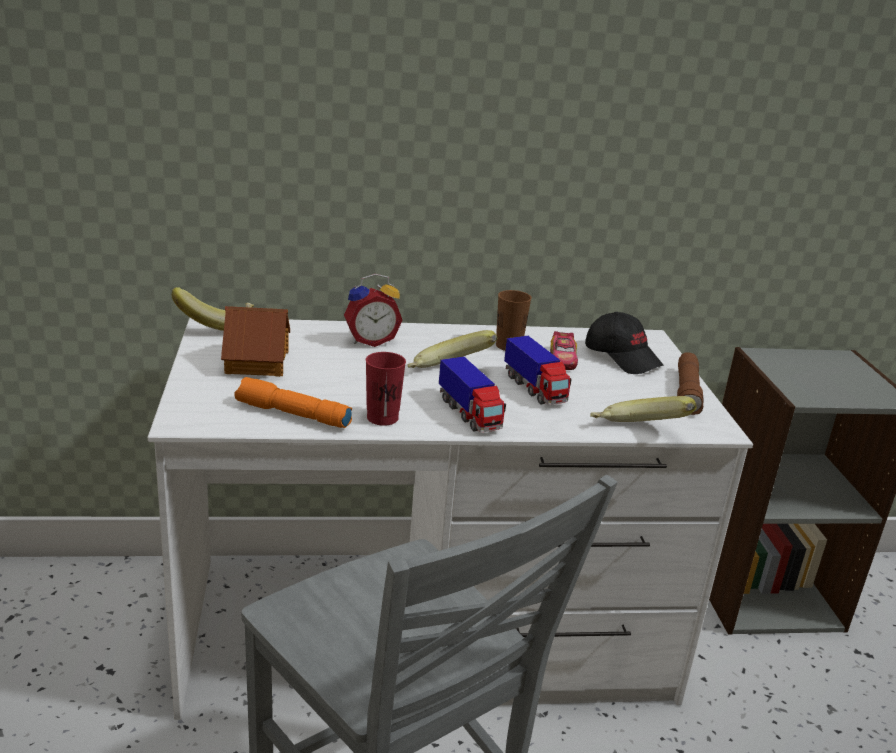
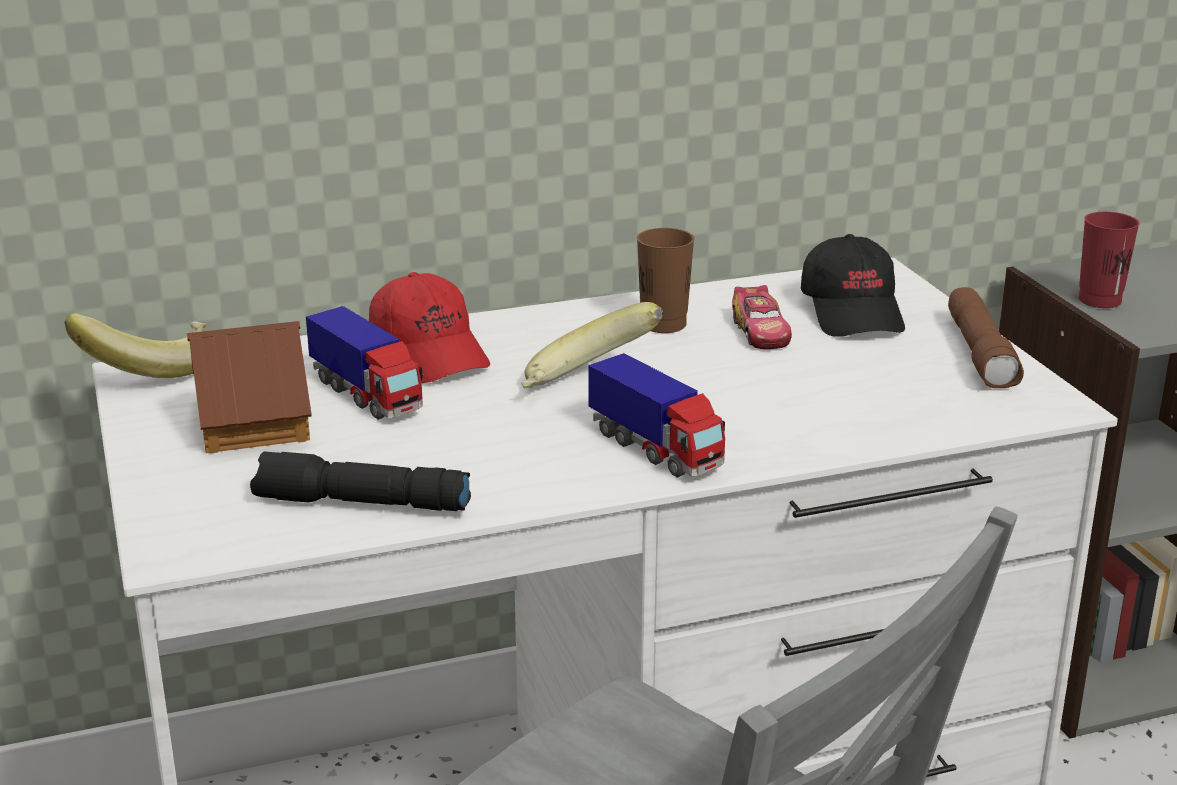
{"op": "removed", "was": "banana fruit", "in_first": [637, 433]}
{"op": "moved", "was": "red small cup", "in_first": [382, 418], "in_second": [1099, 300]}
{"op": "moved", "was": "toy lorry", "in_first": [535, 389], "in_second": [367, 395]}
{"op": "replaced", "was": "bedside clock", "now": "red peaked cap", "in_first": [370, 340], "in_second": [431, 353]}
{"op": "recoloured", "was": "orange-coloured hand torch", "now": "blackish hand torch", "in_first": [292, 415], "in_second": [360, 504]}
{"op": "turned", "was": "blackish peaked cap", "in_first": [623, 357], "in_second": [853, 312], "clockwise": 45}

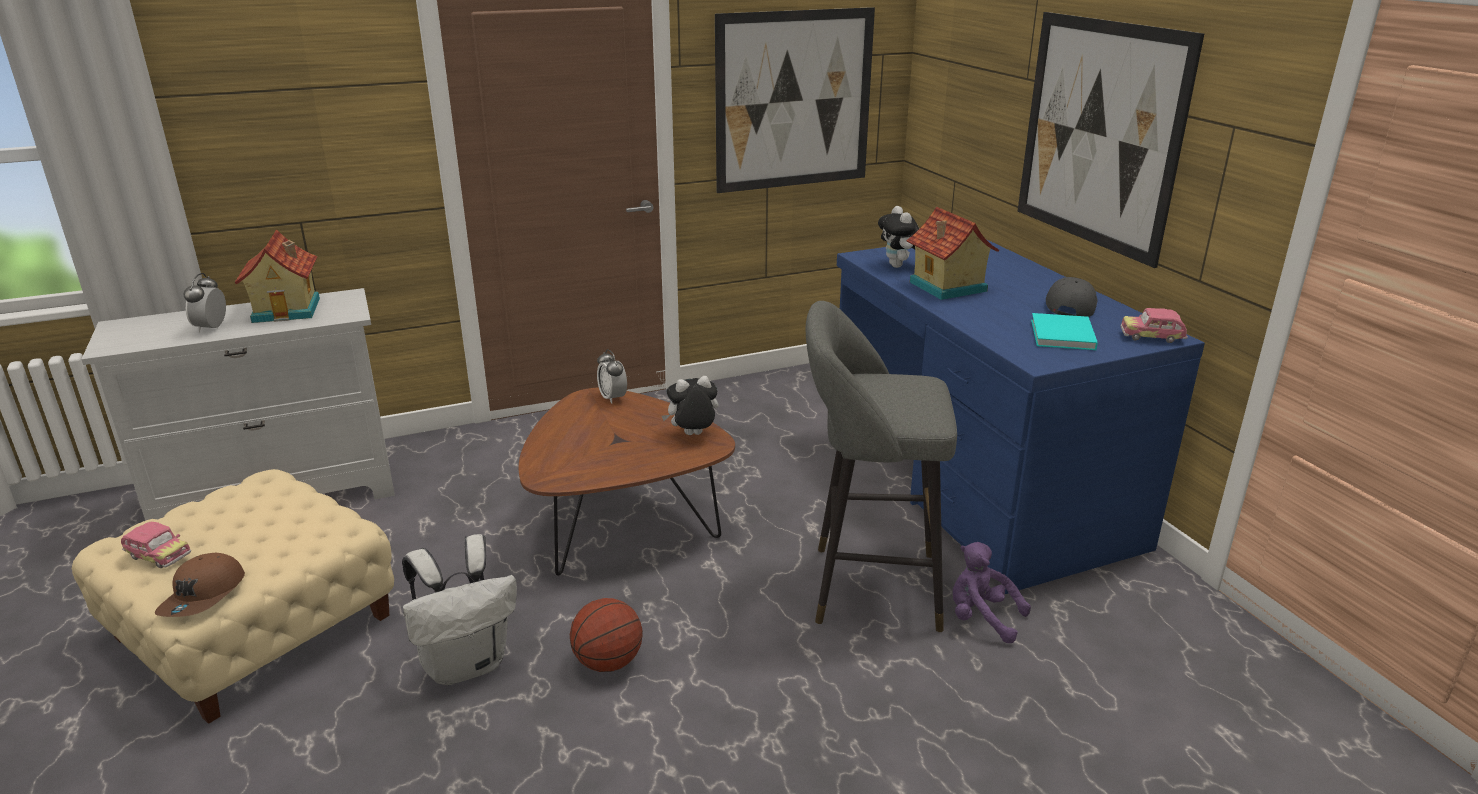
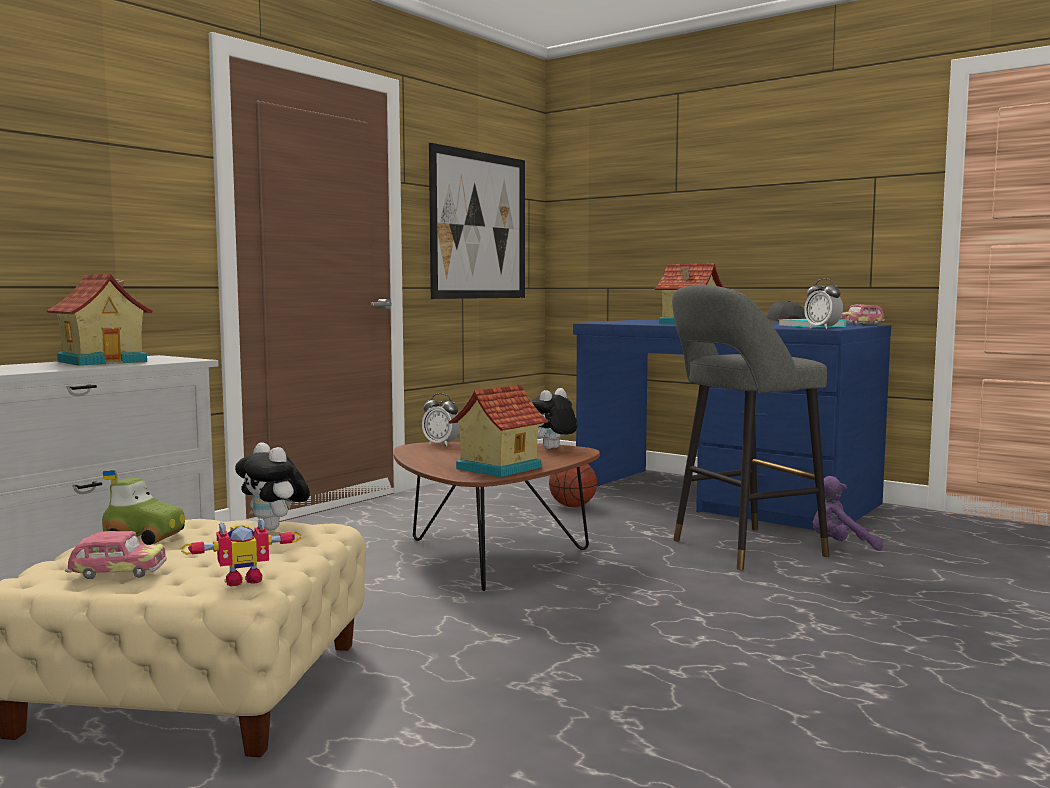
{"op": "removed", "was": "white rucksack", "in_first": [467, 663]}
{"op": "removed", "was": "picture", "in_first": [1099, 134]}
{"op": "added", "now": "model car", "in_second": [146, 537]}
{"op": "added", "now": "toy house", "in_second": [496, 468]}
{"op": "moved", "was": "bedside clock", "in_first": [211, 328], "in_second": [822, 328]}
{"op": "moved", "was": "basketball ball", "in_first": [608, 662], "in_second": [572, 506]}
{"op": "moved", "was": "plush toy", "in_first": [899, 266], "in_second": [275, 528]}
{"op": "replaced", "was": "brownish peaked cap", "now": "toy robot", "in_first": [204, 596], "in_second": [243, 579]}

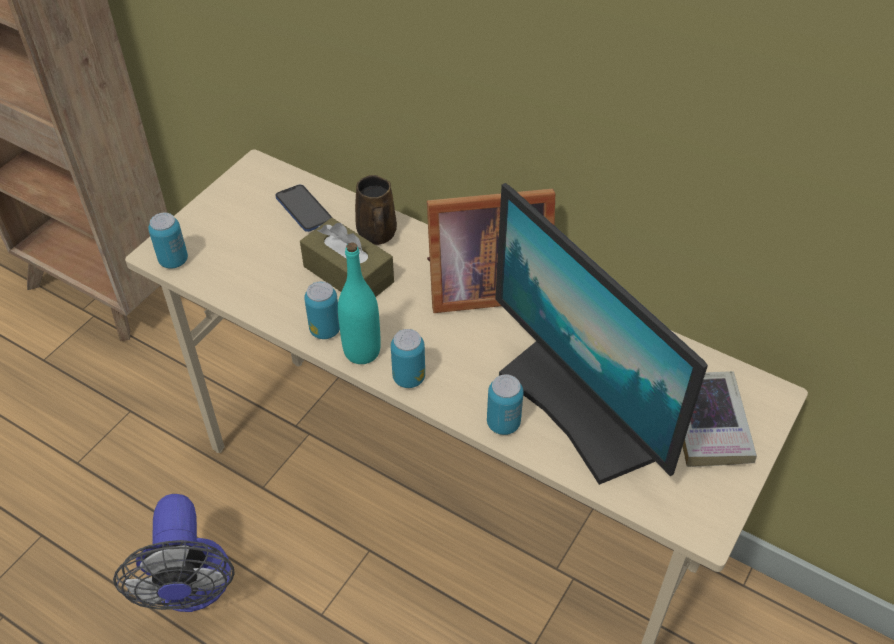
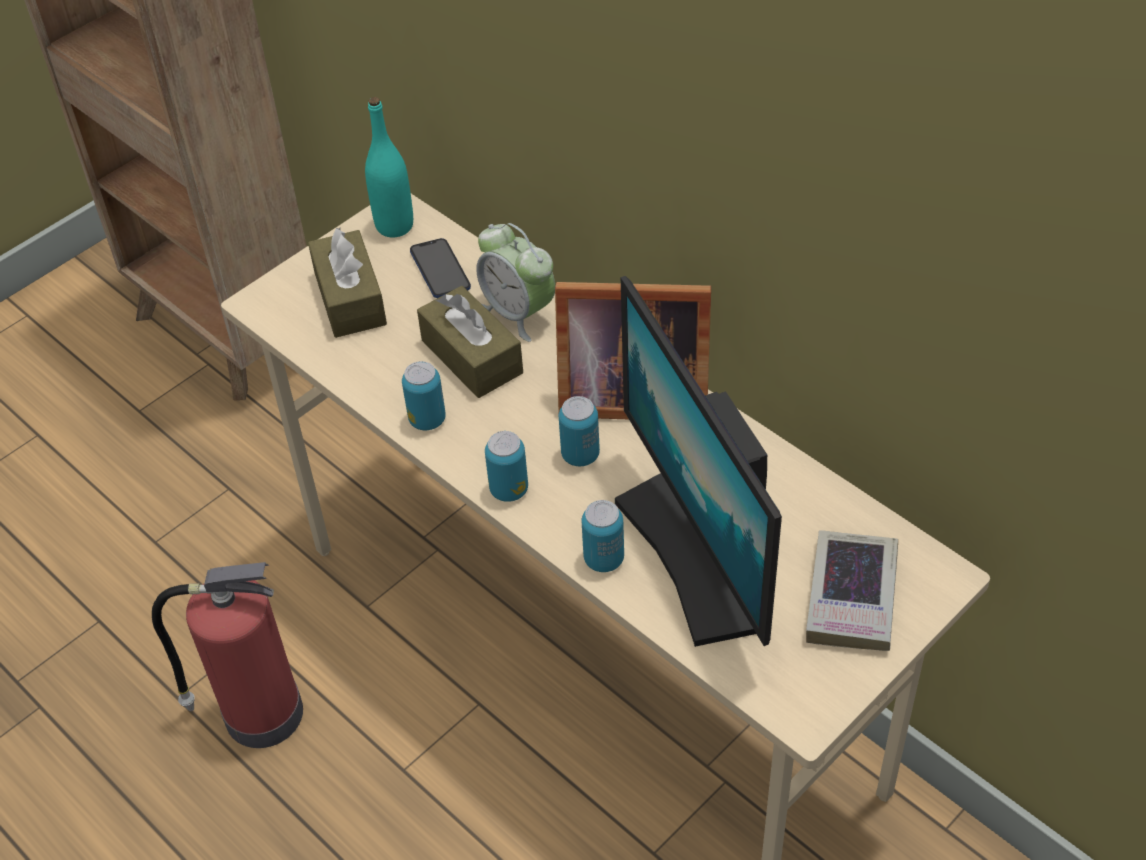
{"op": "added", "now": "brownish tissue box", "in_second": [350, 298]}
{"op": "moved", "was": "sealed can", "in_first": [173, 260], "in_second": [580, 455]}
{"op": "moved", "was": "blue-green drink bottle", "in_first": [362, 351], "in_second": [394, 226]}
{"op": "replaced", "was": "electric fan", "now": "fire-fighting cylinder", "in_first": [192, 589], "in_second": [259, 713]}
{"op": "replaced", "was": "brownish tea mug", "now": "bedside clock", "in_first": [377, 235], "in_second": [518, 313]}

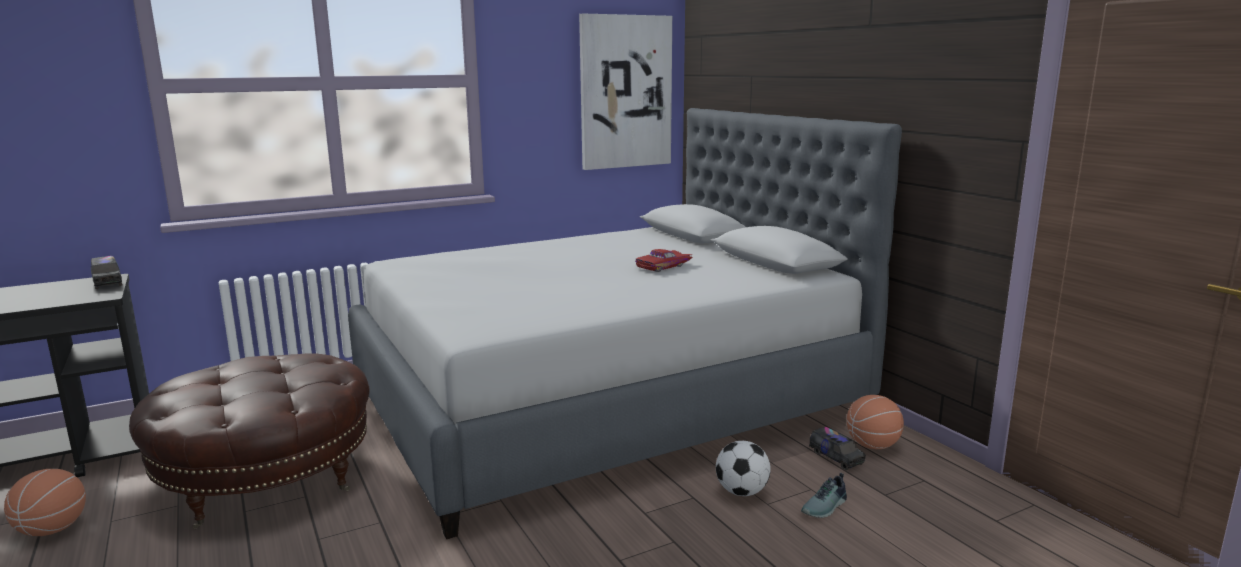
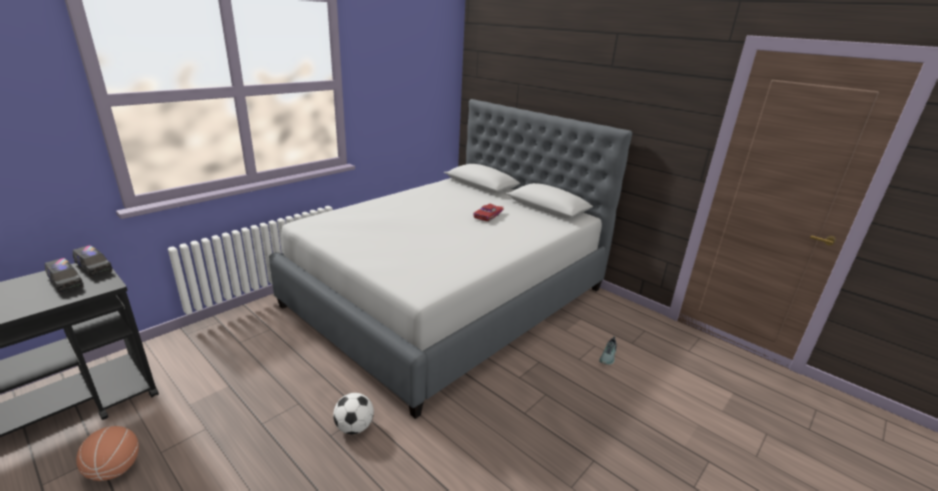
{"op": "removed", "was": "brownish ottoman", "in_first": [267, 478]}
{"op": "removed", "was": "picture", "in_first": [625, 92]}
{"op": "removed", "was": "basketball ball", "in_first": [873, 445]}
{"op": "moved", "was": "ball for football", "in_first": [742, 492], "in_second": [354, 427]}
{"op": "moved", "was": "toy lorry", "in_first": [836, 457], "in_second": [66, 283]}

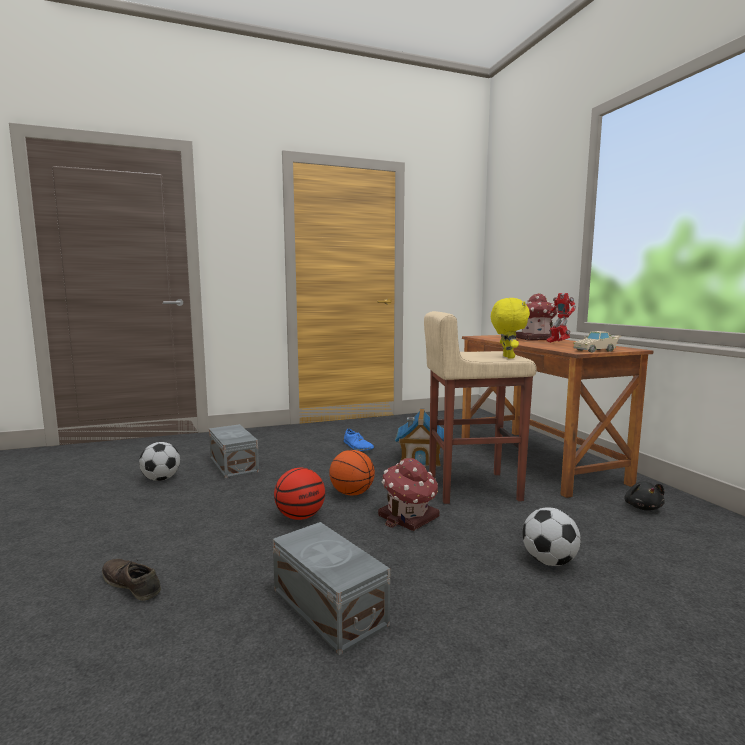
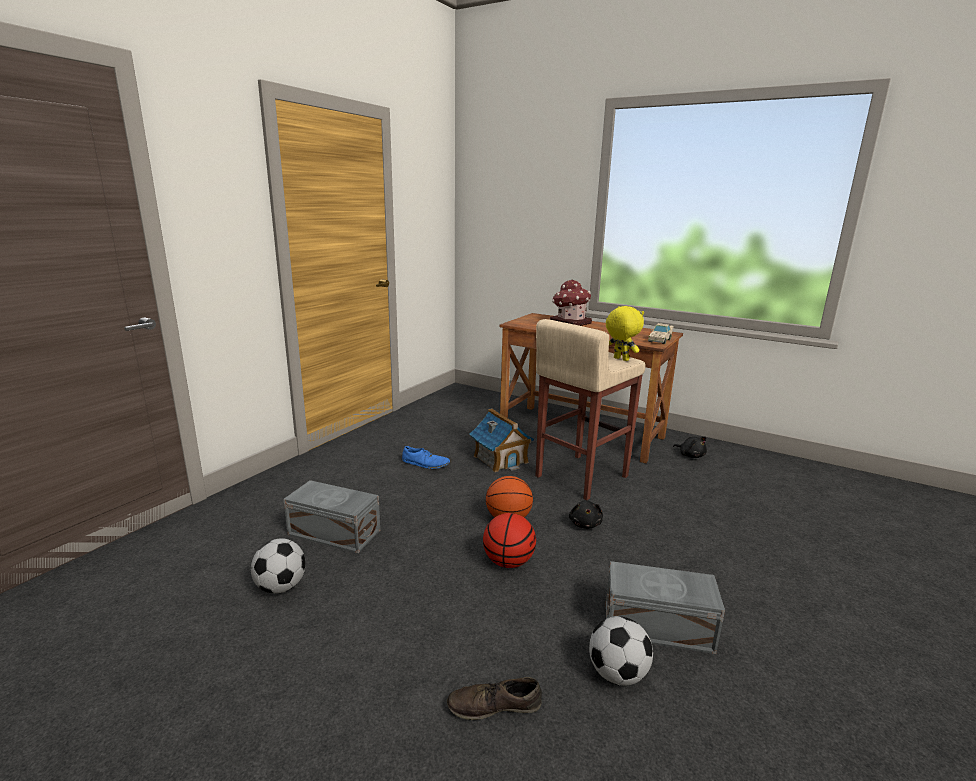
{"op": "removed", "was": "toy robot", "in_first": [557, 343]}
{"op": "moved", "was": "ball for football", "in_first": [549, 561], "in_second": [618, 674]}
{"op": "replaced", "was": "toy house", "now": "blackish plush toy", "in_first": [409, 517], "in_second": [585, 524]}

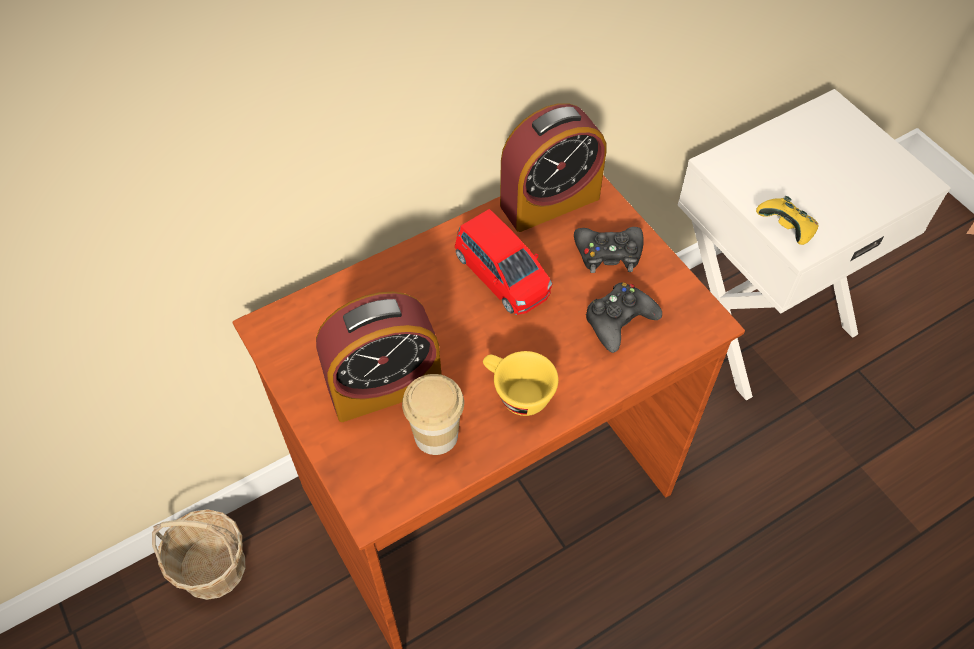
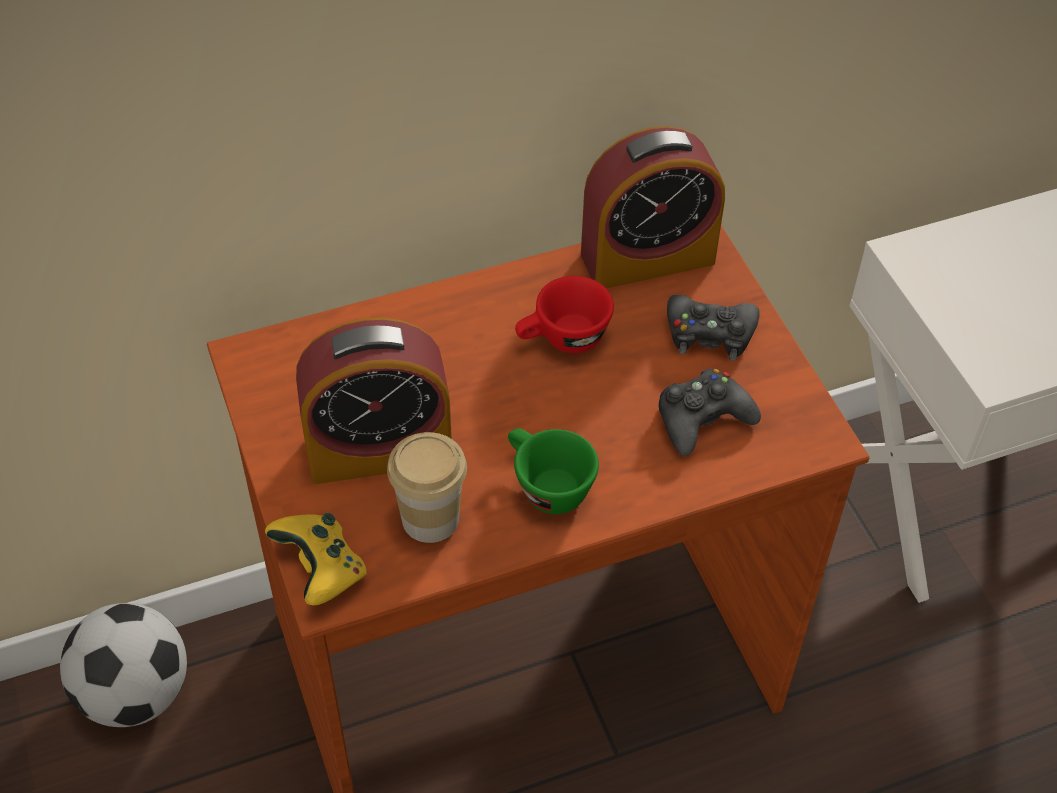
{"op": "moved", "was": "yellow-coloured gamepad", "in_first": [786, 229], "in_second": [321, 571]}
{"op": "replaced", "was": "basket", "now": "ball for football", "in_first": [212, 566], "in_second": [135, 693]}
{"op": "replaced", "was": "red model car", "now": "red small cup", "in_first": [502, 275], "in_second": [563, 340]}
{"op": "recoloured", "was": "yellow-coloured small cup", "now": "green small cup", "in_first": [516, 393], "in_second": [545, 486]}

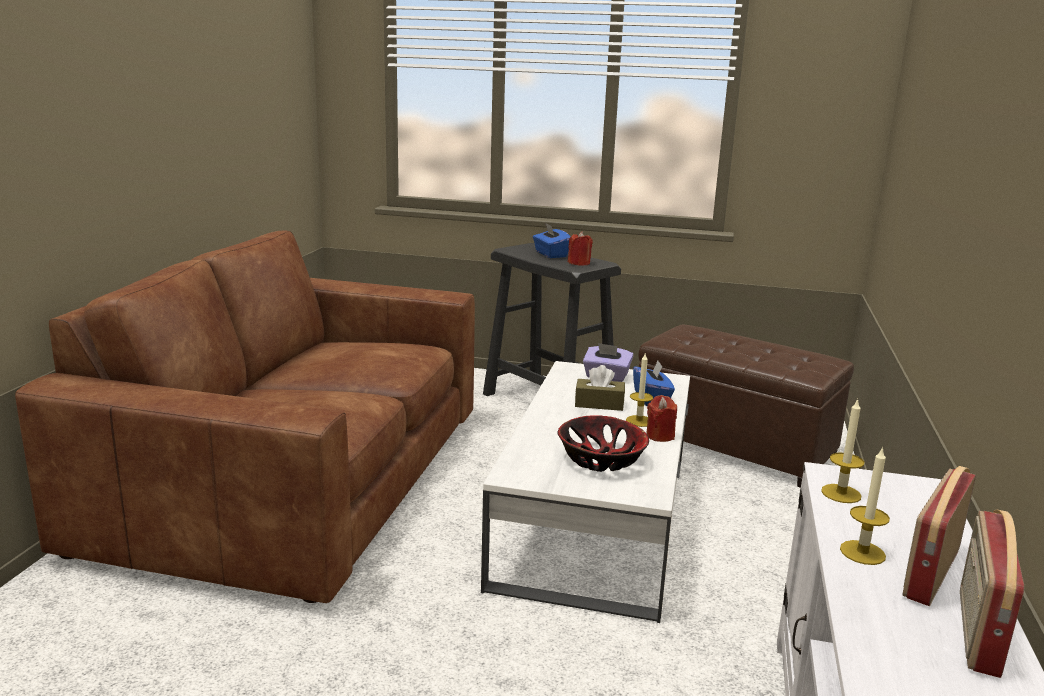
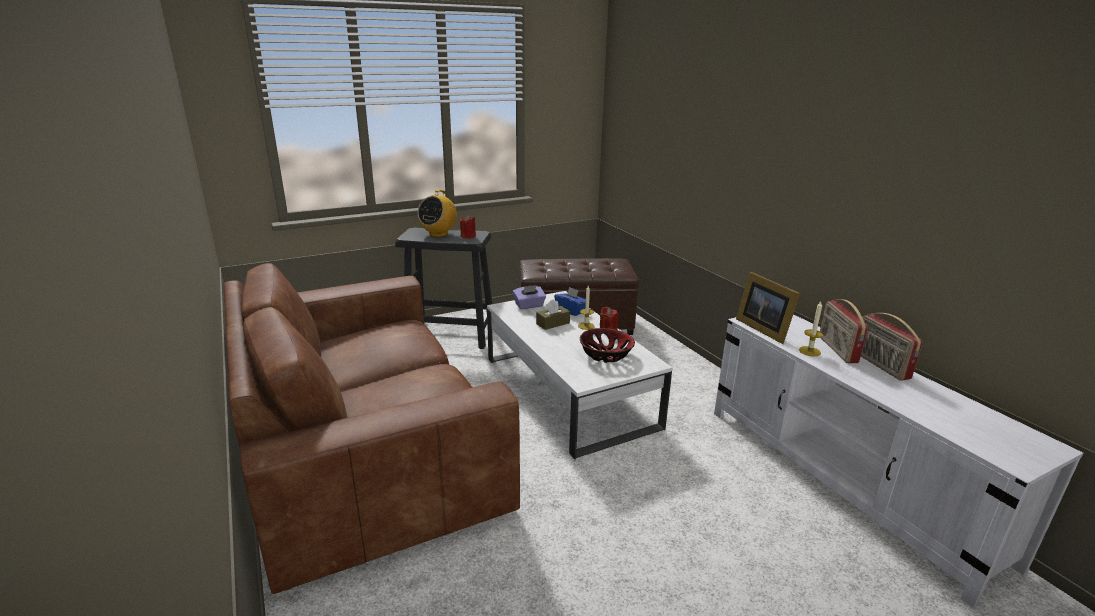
{"op": "replaced", "was": "bluish tissue box", "now": "radio set", "in_first": [550, 254], "in_second": [438, 234]}
{"op": "replaced", "was": "wax light", "now": "picture frame", "in_first": [841, 493], "in_second": [763, 328]}

